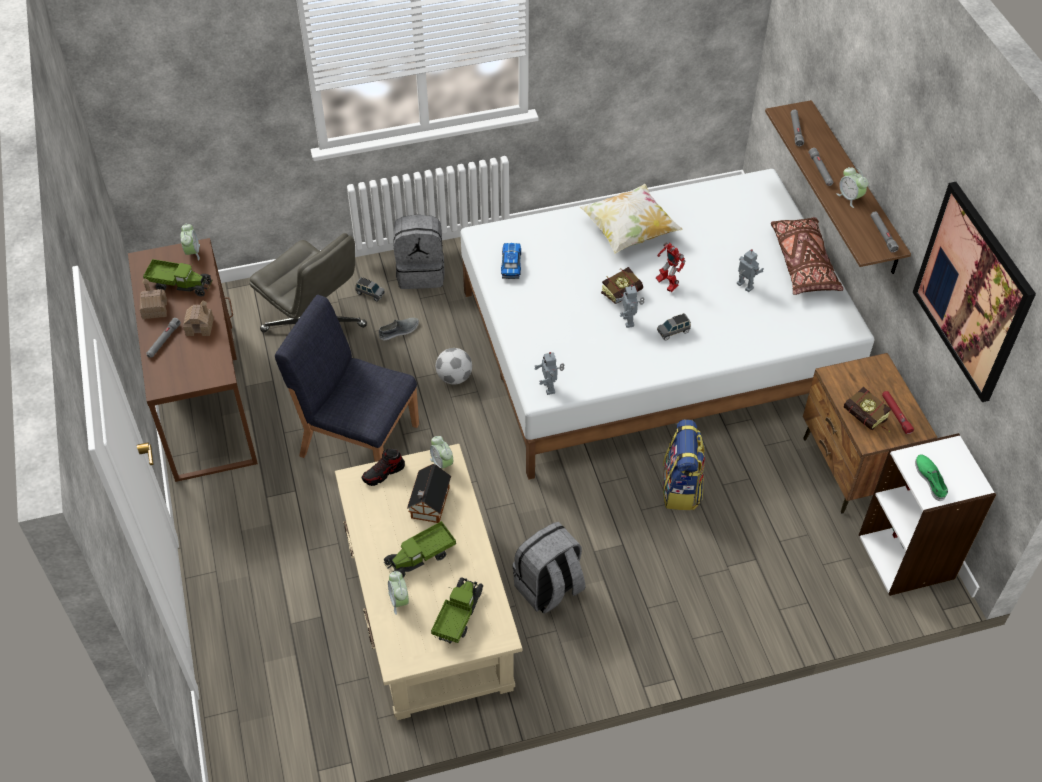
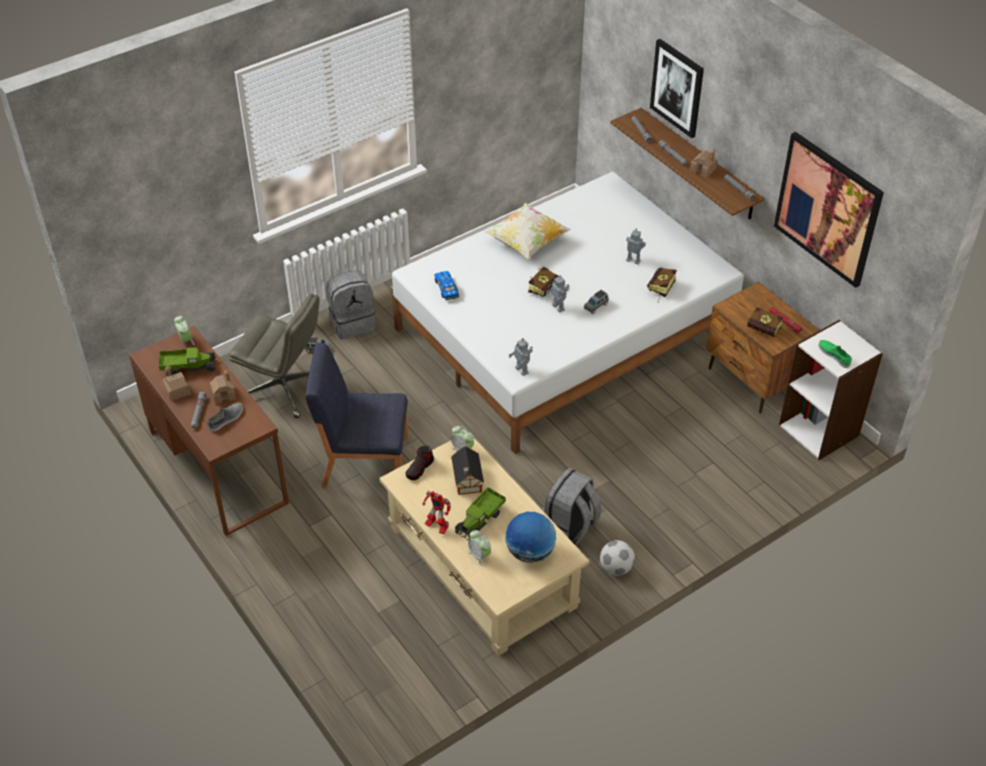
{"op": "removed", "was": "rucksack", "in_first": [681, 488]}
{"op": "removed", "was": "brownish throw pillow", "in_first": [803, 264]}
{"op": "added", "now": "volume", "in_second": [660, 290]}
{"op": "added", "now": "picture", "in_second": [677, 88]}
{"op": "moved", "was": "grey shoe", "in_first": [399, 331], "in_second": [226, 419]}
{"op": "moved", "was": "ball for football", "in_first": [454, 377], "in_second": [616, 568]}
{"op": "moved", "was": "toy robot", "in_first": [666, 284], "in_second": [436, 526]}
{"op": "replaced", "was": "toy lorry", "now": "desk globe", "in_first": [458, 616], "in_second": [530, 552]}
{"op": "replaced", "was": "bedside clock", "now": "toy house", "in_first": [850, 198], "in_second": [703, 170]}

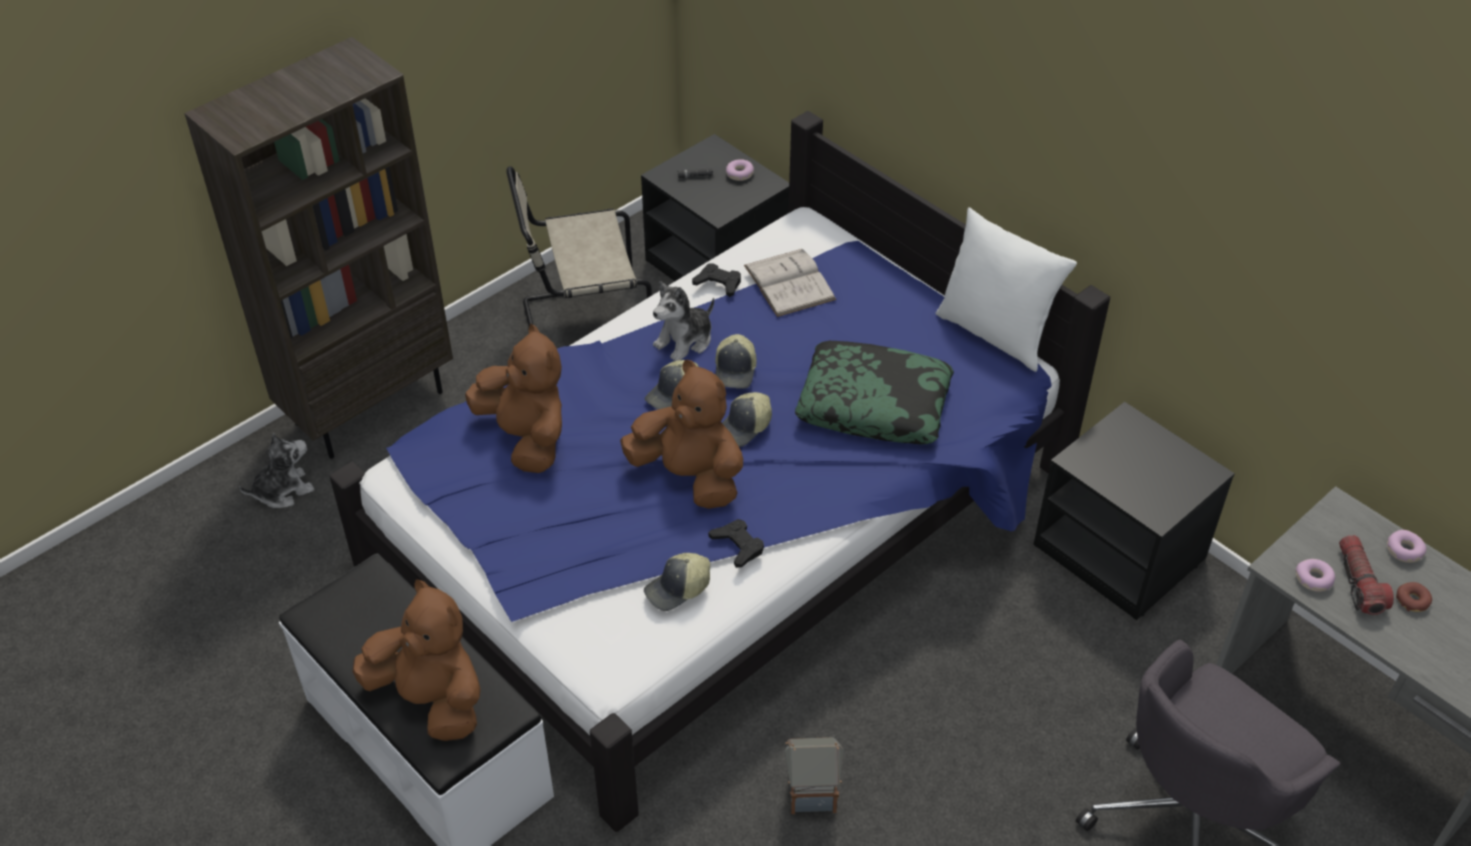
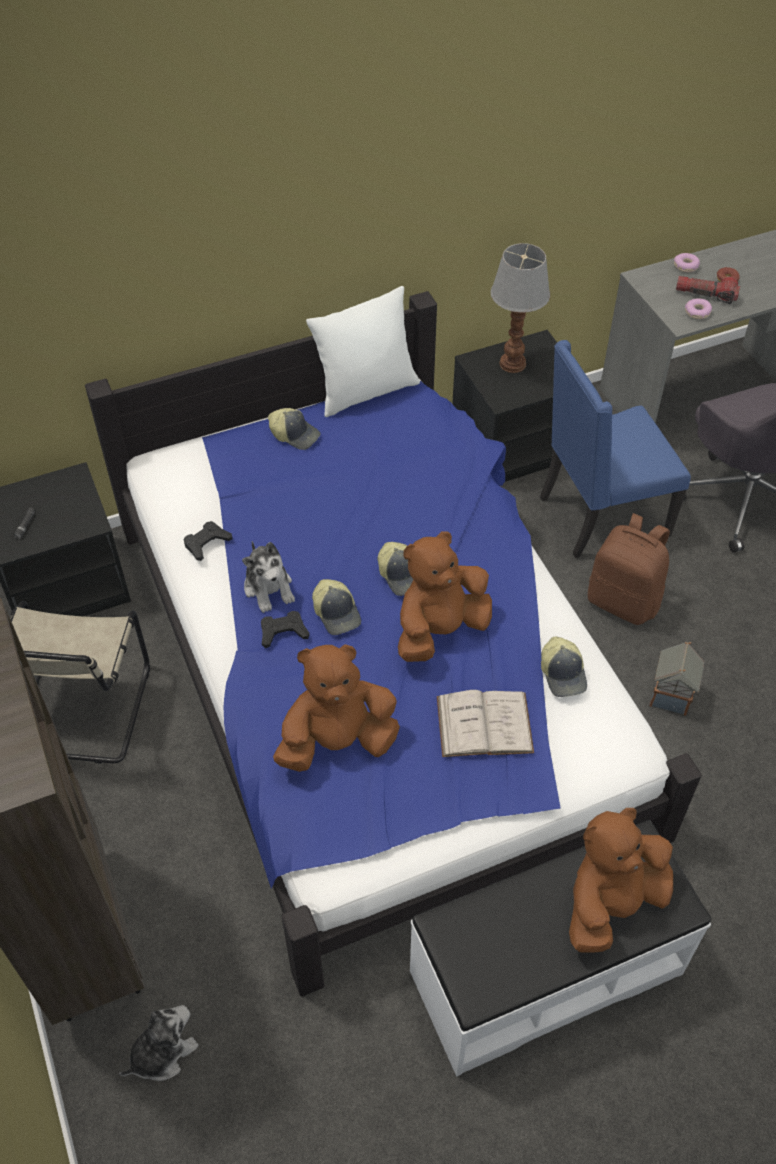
{"op": "removed", "was": "ring doughnut", "in_first": [739, 174]}
{"op": "removed", "was": "throw pillow", "in_first": [874, 404]}
{"op": "added", "now": "tabletop lamp", "in_second": [513, 364]}
{"op": "added", "now": "bluish chair", "in_second": [600, 516]}
{"op": "added", "now": "brownish rucksack", "in_second": [624, 600]}
{"op": "moved", "was": "blackish gamepad", "in_first": [738, 546], "in_second": [283, 632]}
{"op": "moved", "was": "peaked cap", "in_first": [736, 371], "in_second": [295, 434]}
{"op": "moved", "was": "white volume", "in_first": [789, 282], "in_second": [484, 724]}
{"op": "turned", "was": "plush toy", "in_first": [283, 490], "in_second": [162, 1052], "clockwise": 60}

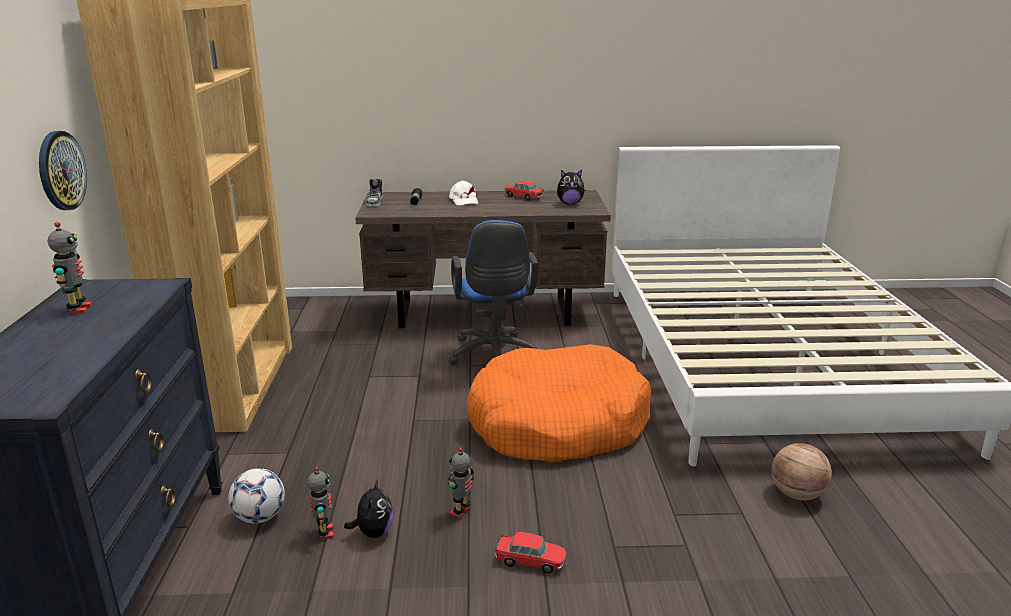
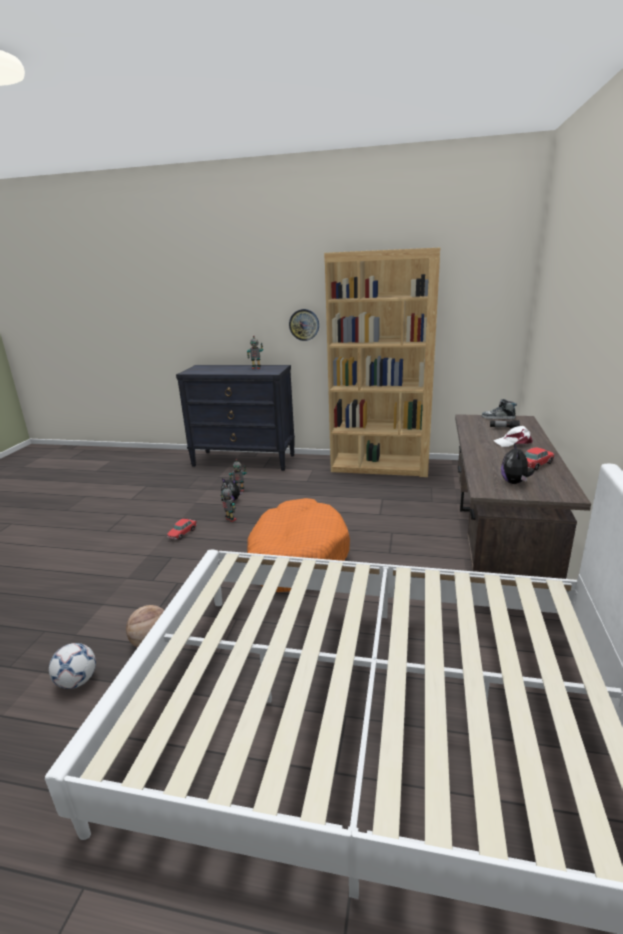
{"op": "removed", "was": "bluish computer chair", "in_first": [493, 357]}
{"op": "moved", "was": "ball for football", "in_first": [260, 517], "in_second": [77, 681]}

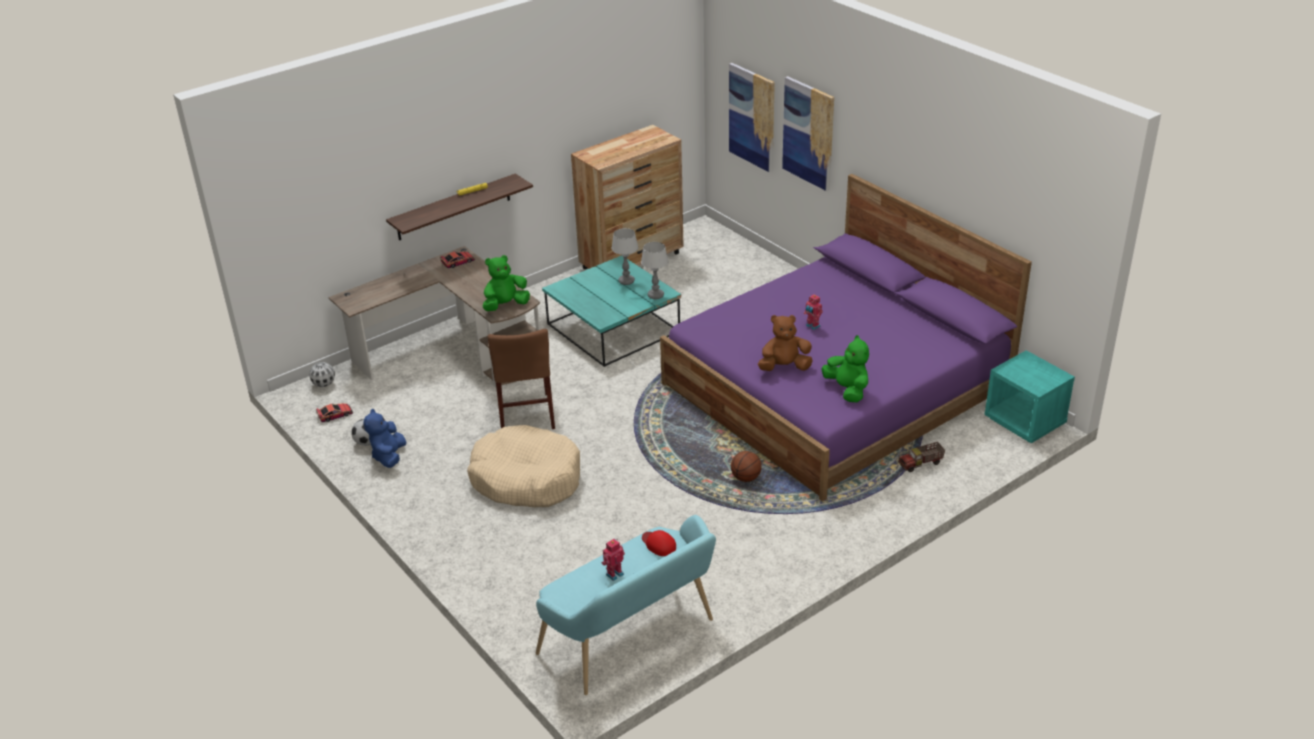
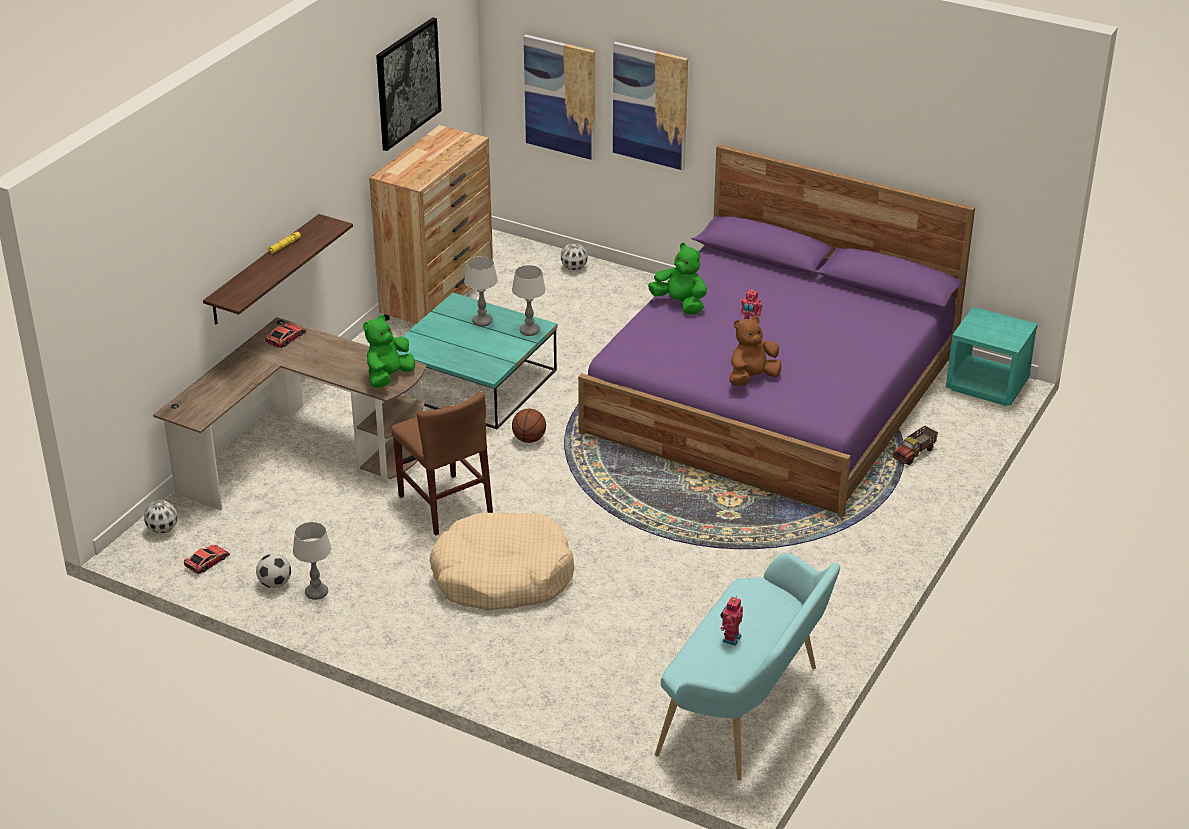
{"op": "removed", "was": "red peaked cap", "in_first": [658, 544]}
{"op": "added", "now": "picture", "in_second": [407, 83]}
{"op": "added", "now": "ball for football", "in_second": [574, 268]}
{"op": "moved", "was": "basketball ball", "in_first": [745, 478], "in_second": [529, 439]}
{"op": "moved", "was": "green plush toy", "in_first": [847, 390], "in_second": [680, 304]}
{"op": "replaced", "was": "bluish plush toy", "now": "tabletop lamp", "in_first": [389, 456], "in_second": [316, 593]}

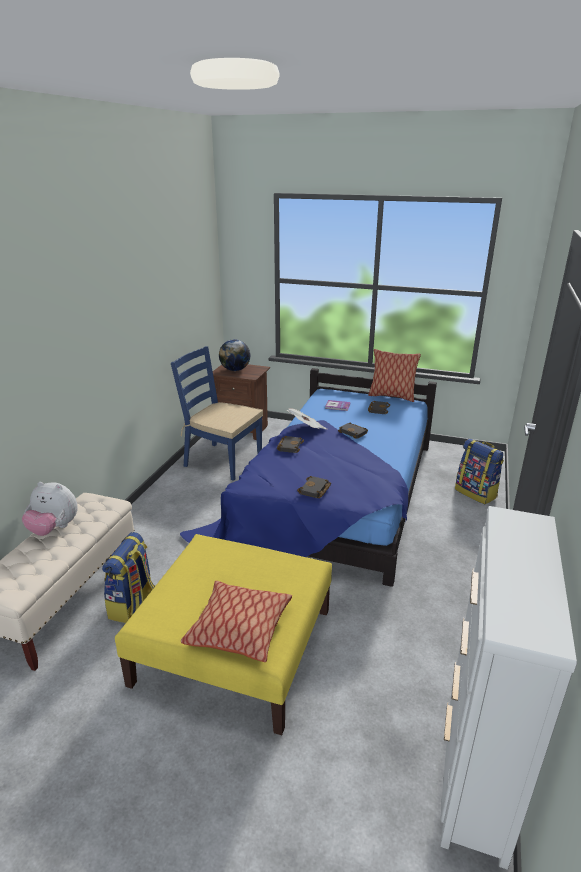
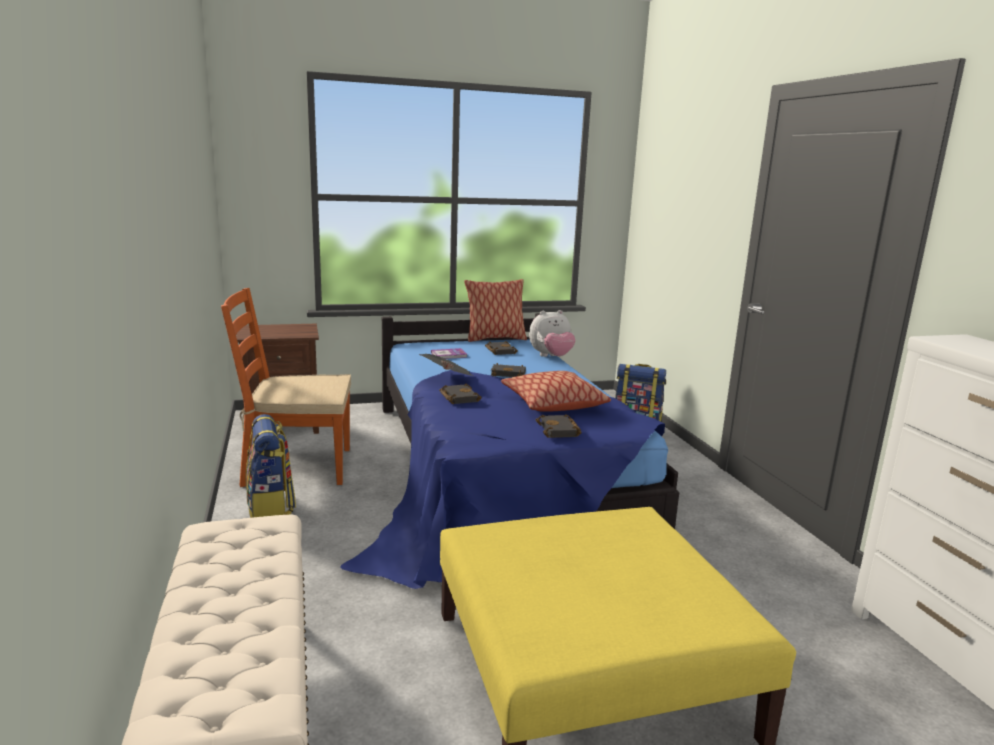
{"op": "removed", "was": "desk globe", "in_first": [235, 370]}
{"op": "moved", "was": "plush toy", "in_first": [54, 529], "in_second": [551, 357]}
{"op": "moved", "was": "rucksack", "in_first": [133, 605], "in_second": [271, 508]}
{"op": "moved", "was": "throw pillow", "in_first": [239, 628], "in_second": [553, 403]}
{"op": "recoloured", "was": "bluish chair", "now": "orange-coloured chair", "in_first": [222, 461], "in_second": [296, 467]}

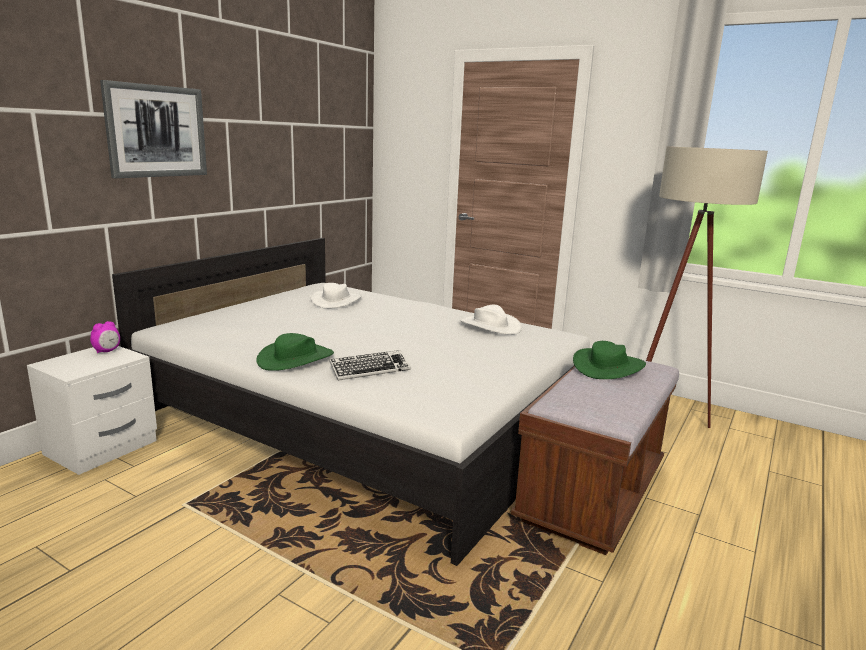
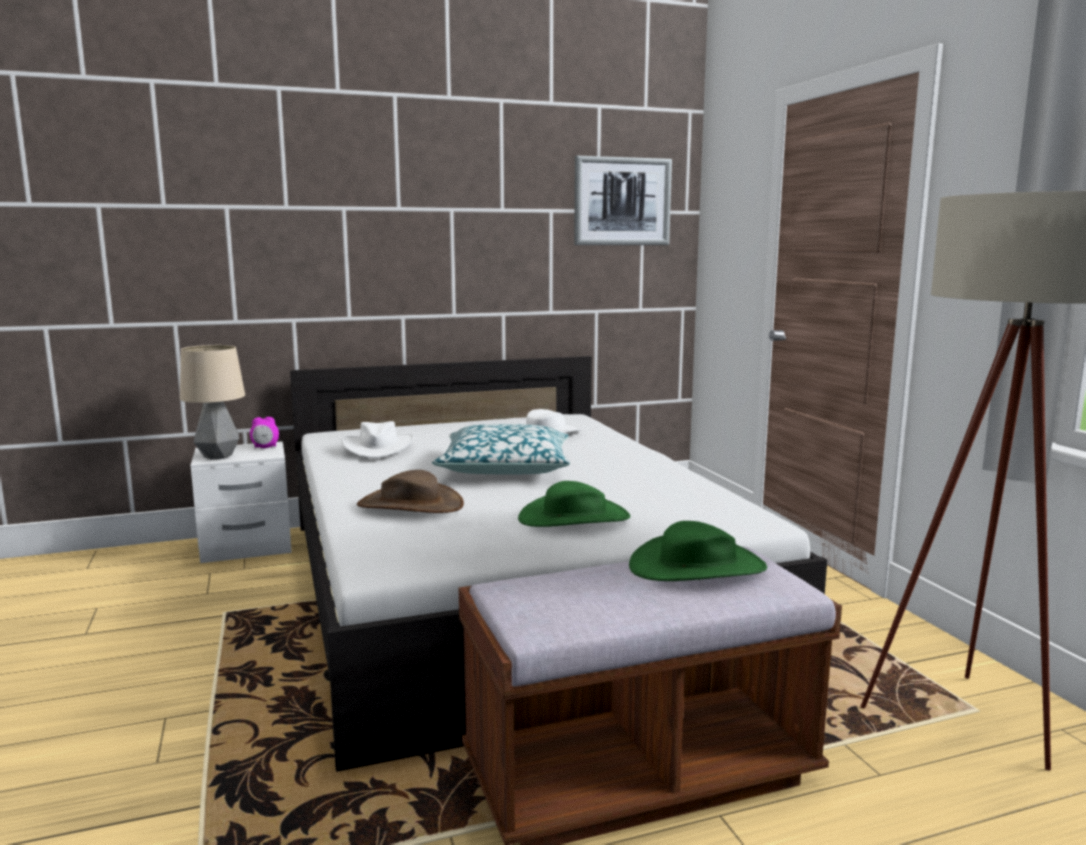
{"op": "added", "now": "tabletop lamp", "in_second": [218, 456]}
{"op": "added", "now": "throw pillow", "in_second": [505, 467]}
{"op": "moved", "was": "picture", "in_first": [156, 131], "in_second": [622, 201]}
{"op": "moved", "was": "green hat", "in_first": [296, 359], "in_second": [574, 518]}
{"op": "moved", "was": "white hat", "in_first": [490, 326], "in_second": [378, 447]}
{"op": "replaced", "was": "computer keyboard", "now": "brownish hat", "in_first": [370, 370], "in_second": [410, 505]}

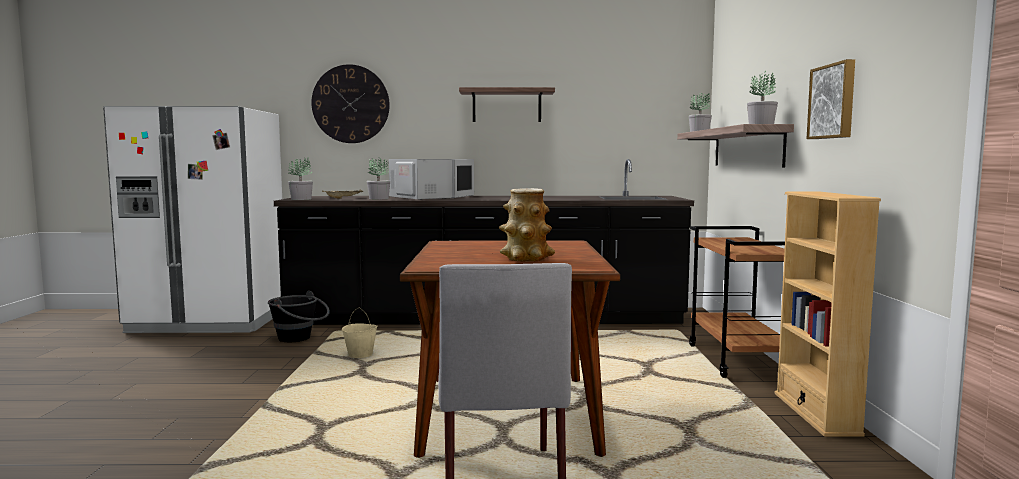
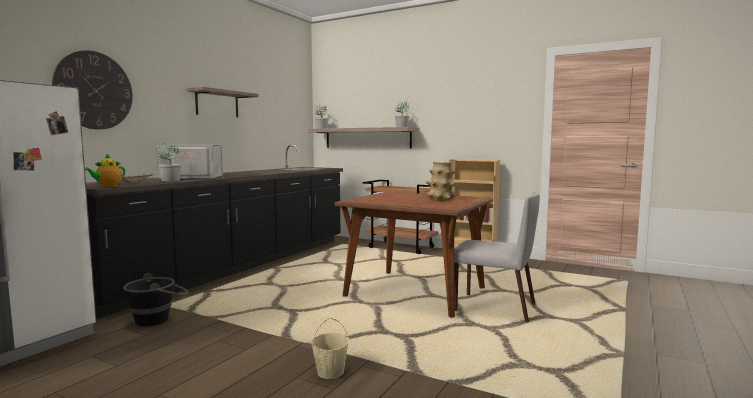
{"op": "removed", "was": "picture", "in_first": [833, 101]}
{"op": "moved", "was": "sand-coloured bucket", "in_first": [360, 355], "in_second": [330, 372]}
{"op": "replaced", "was": "plant in a pot", "now": "tea pot", "in_first": [301, 199], "in_second": [107, 186]}

